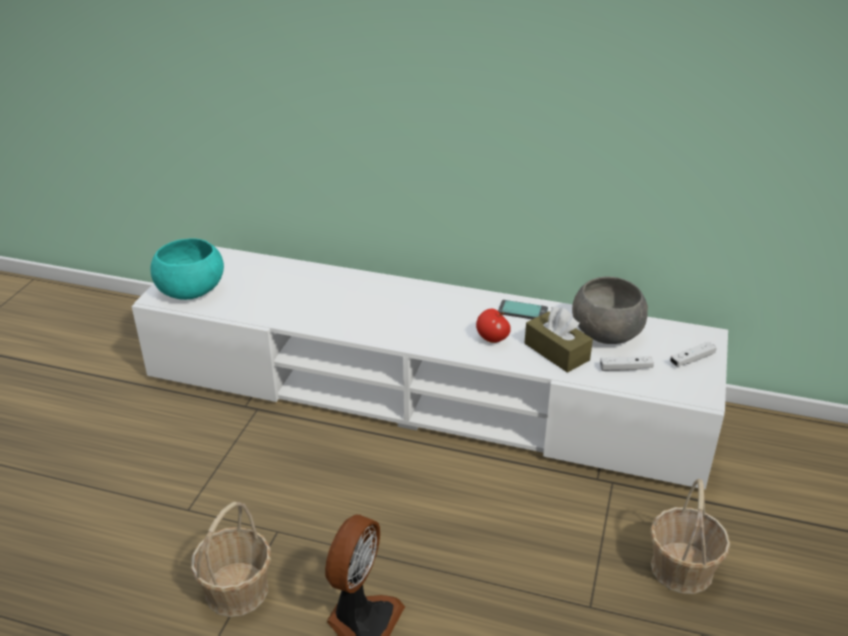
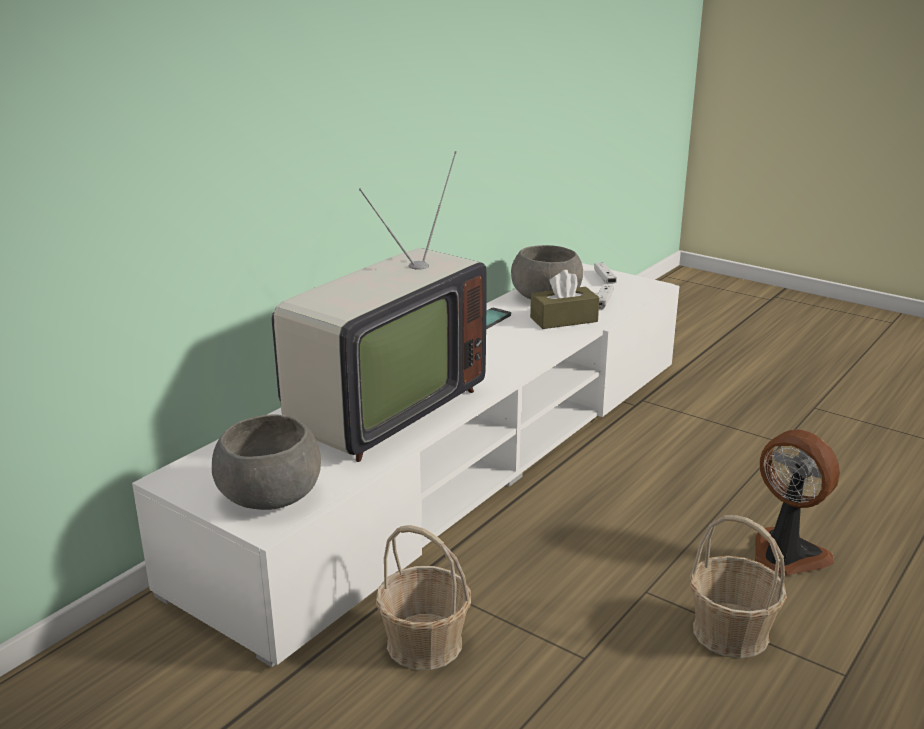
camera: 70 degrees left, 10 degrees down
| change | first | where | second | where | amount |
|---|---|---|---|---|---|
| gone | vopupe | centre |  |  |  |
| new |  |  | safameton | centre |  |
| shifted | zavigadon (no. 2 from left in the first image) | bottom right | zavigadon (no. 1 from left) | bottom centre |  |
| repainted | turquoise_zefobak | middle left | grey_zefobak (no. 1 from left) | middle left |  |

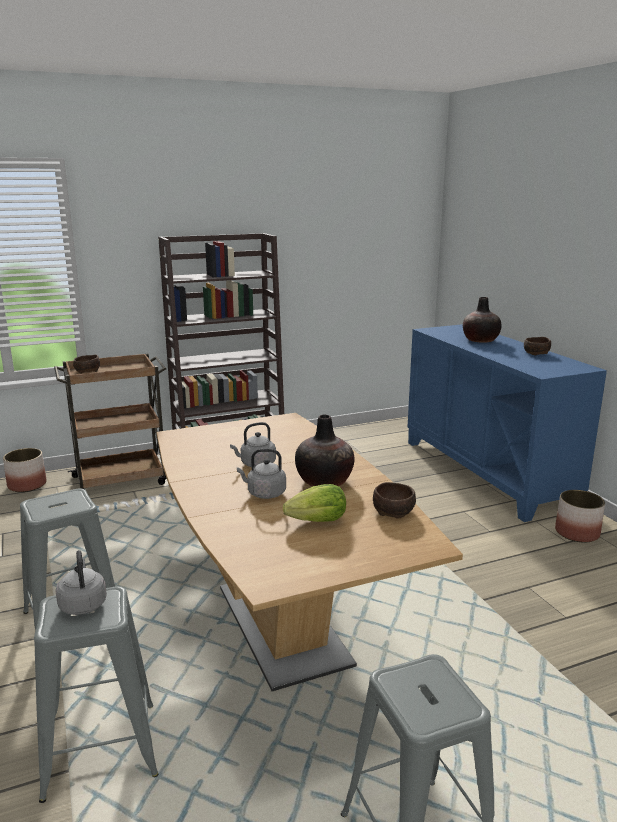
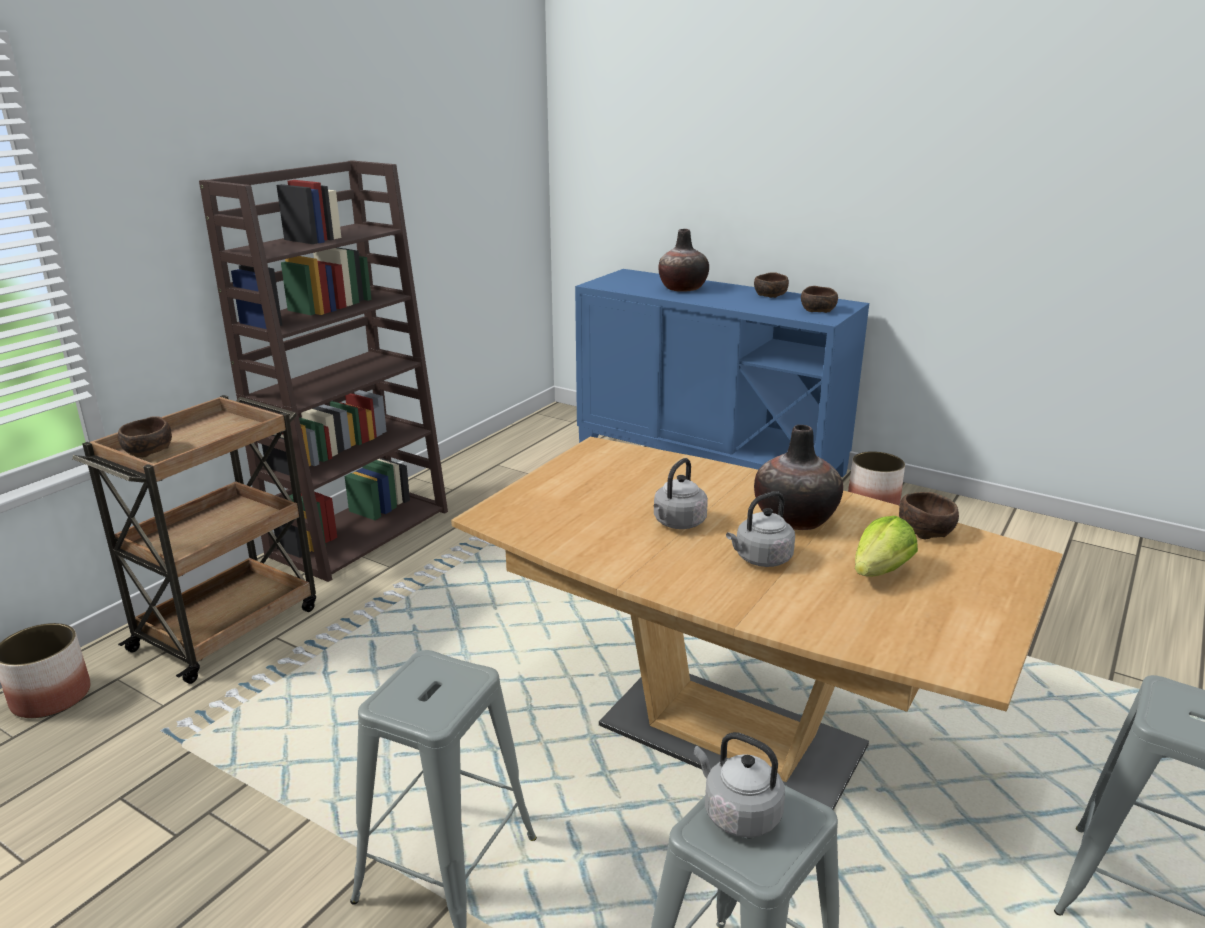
camera: 35 degrees left, 5 degrees up
| change | first | where | second | where | amount |
|---|---|---|---|---|---|
| new |  |  | brown_zefobak (no. 3 from left) | top right |  |

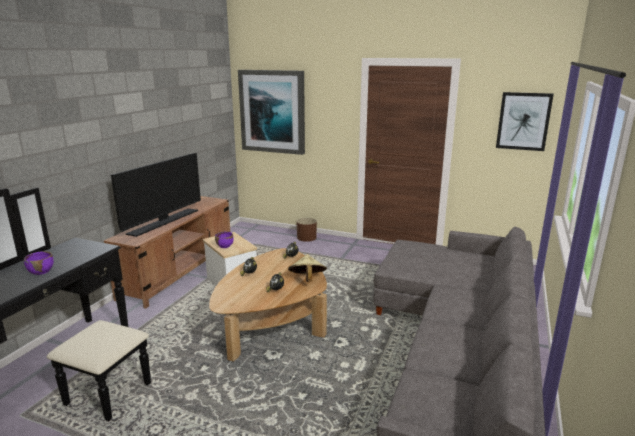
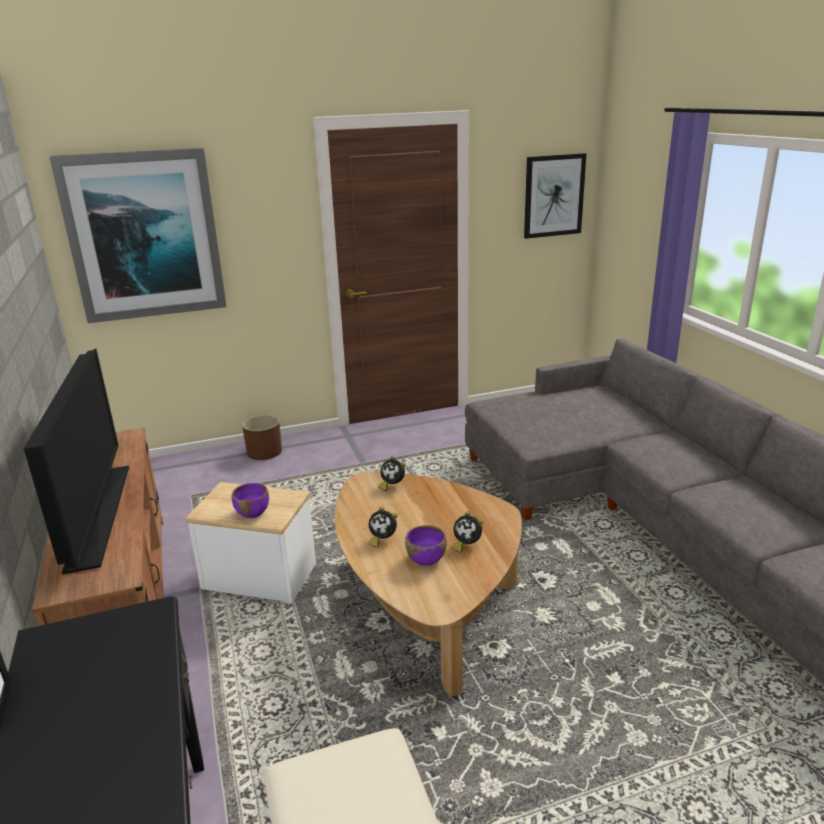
camera: 40 degrees left, 5 degrees up
| change | first | where | second | where | amount |
|---|---|---|---|---|---|
| gone | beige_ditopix | centre |  |  |  |
| shifted | purple_zefobak (no. 1 from left in the first image) | middle left | purple_zefobak (no. 2 from left) | centre |  |

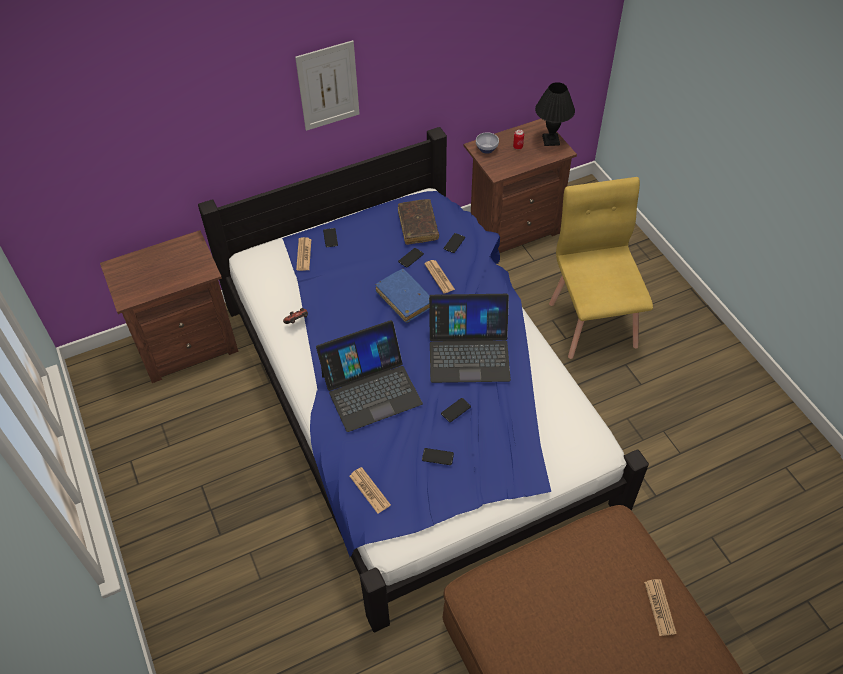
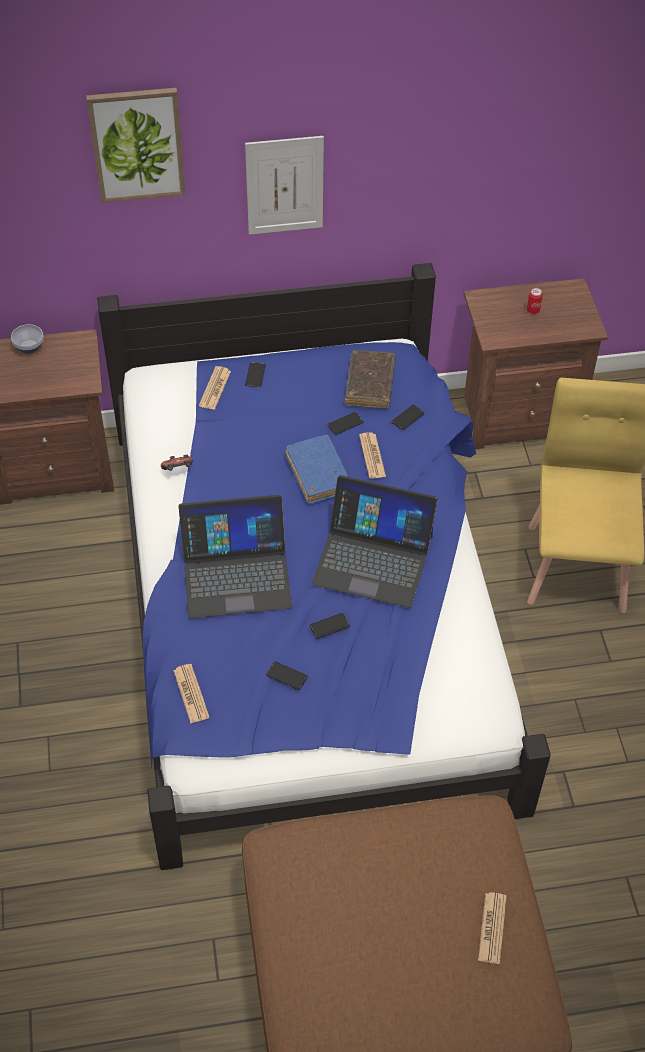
camera: 15 degrees right, 0 degrees up
| change | first | where | second | where | amount |
|---|---|---|---|---|---|
| gone | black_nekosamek | top centre |  |  |  |
| new |  |  | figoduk (no. 1 from left) | top left |  |
| shifted | zefobak | top centre |  | top left |  |

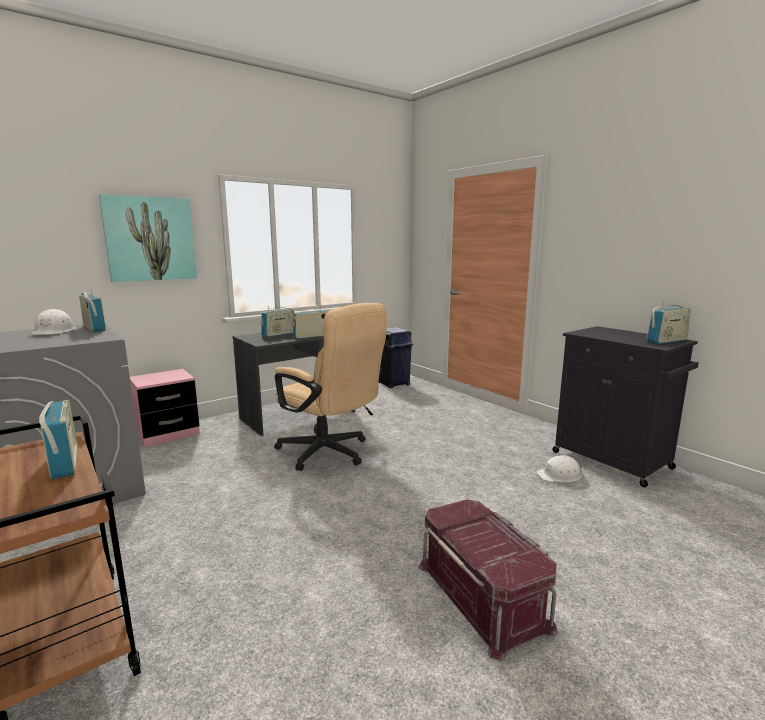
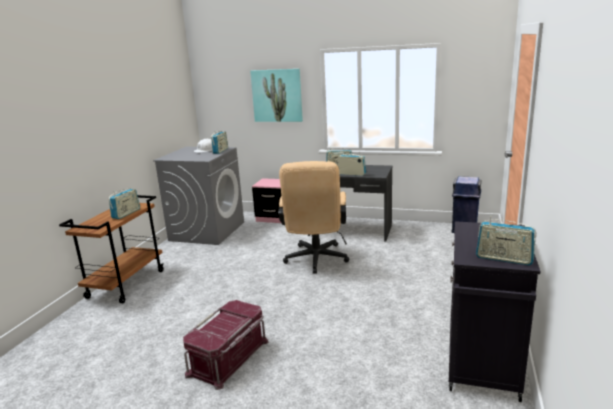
camera: 55 degrees right, 5 degrees up
| change | first | where | second | where | amount |
|---|---|---|---|---|---|
| gone | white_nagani (no. 2 from left) | middle right |  |  |  |

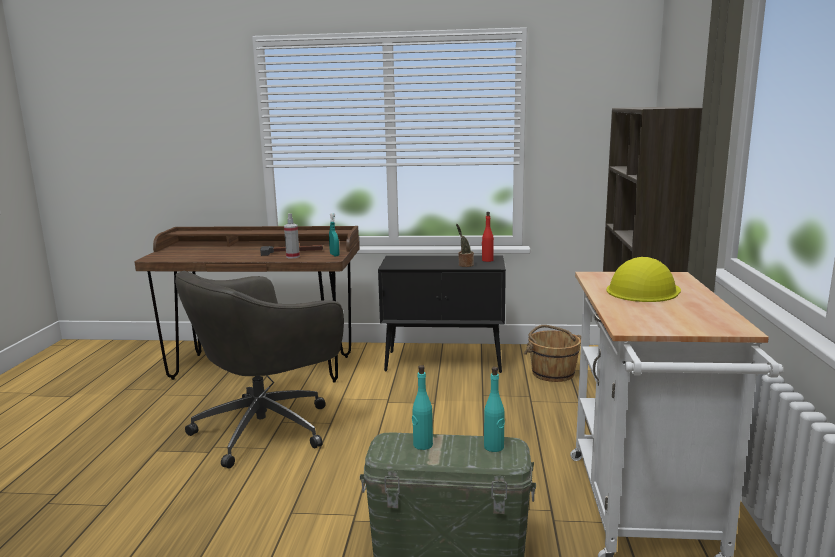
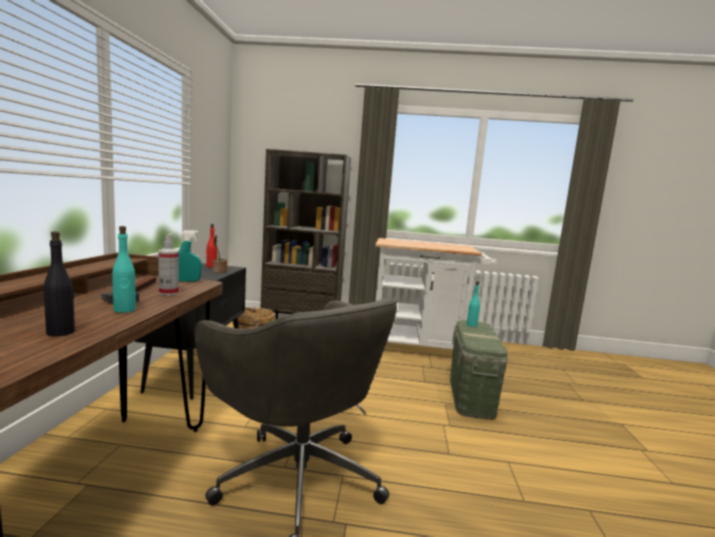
camera: 90 degrees left, 5 degrees down
| change | first | where | second | where | amount |
|---|---|---|---|---|---|
| gone | yellow_nagani | middle right |  |  |  |
| new |  |  | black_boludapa | middle left |  |
| shifted | turquoise_boludapa (no. 1 from left) | bottom centre |  | middle left |  |

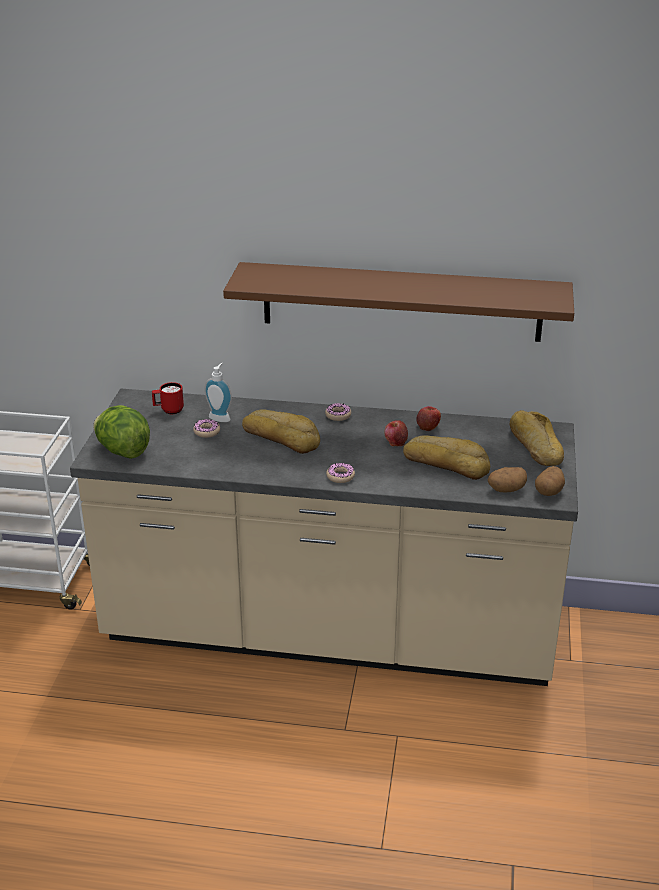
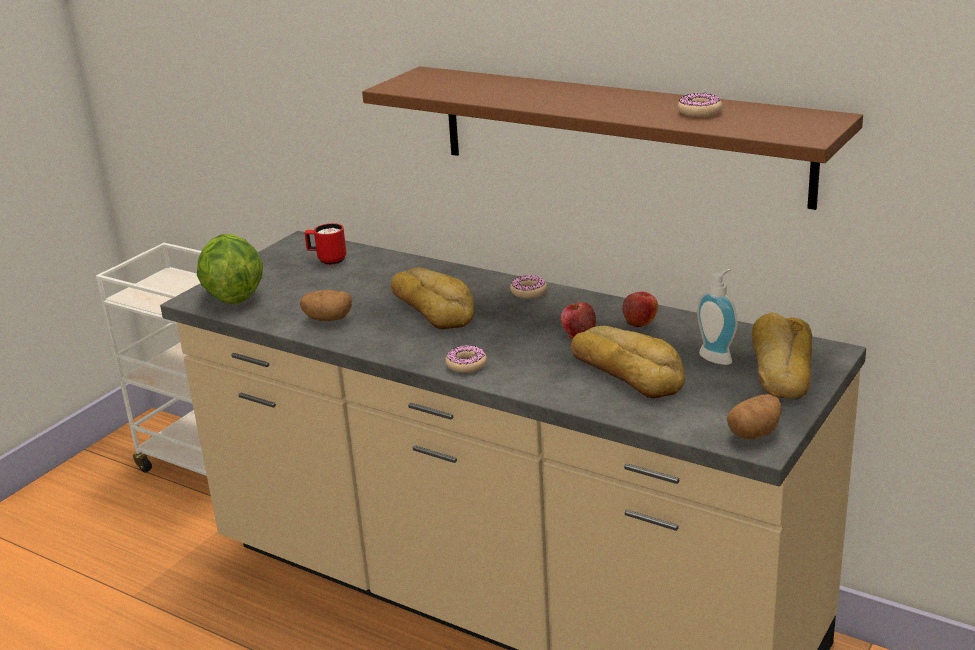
camera: 25 degrees right, 5 degrees down
| change | first | where | second | where | amount |
|---|---|---|---|---|---|
| shifted | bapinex (no. 1 from left in the first image) | middle left | bapinex (no. 3 from left) | top right |  |
| shifted | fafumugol | middle left |  | middle right |  |
| shifted | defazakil (no. 1 from left) | middle right |  | centre |  |

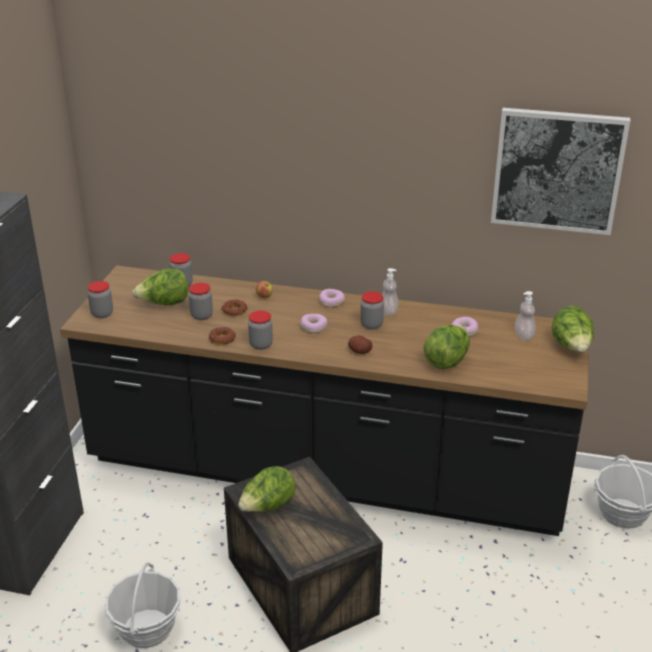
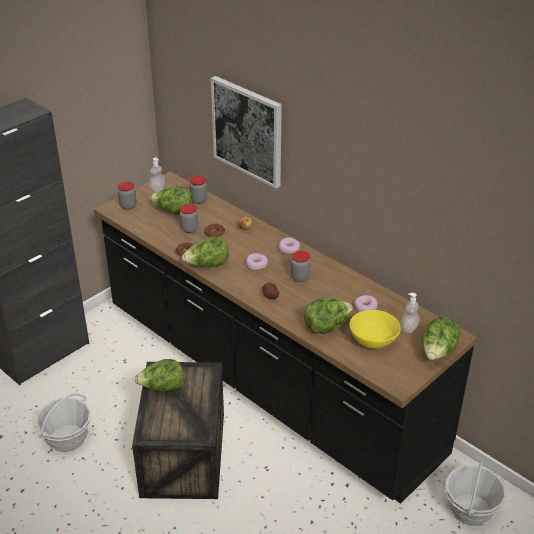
camera: 30 degrees right, 5 degrees up
| change | first | where | second | where | amount |
|---|---|---|---|---|---|
| new |  |  | yellow_zefobak | middle right |  |
| shifted | fafumugol (no. 1 from left) | centre |  | top left |  |
| shifted | figoduk | top right |  | top centre |  |
| swapped | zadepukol (no. 4 from left) | centre | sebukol (no. 3 from left) | centre |  |

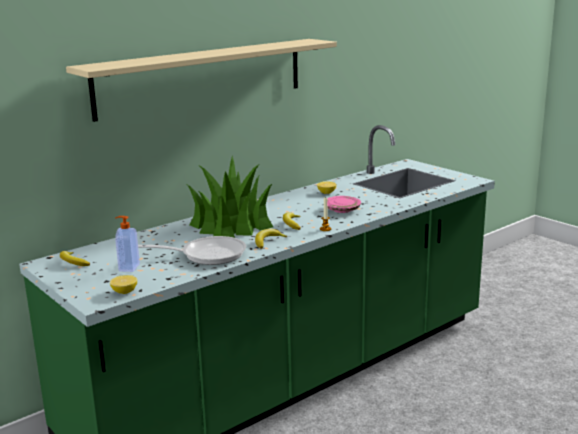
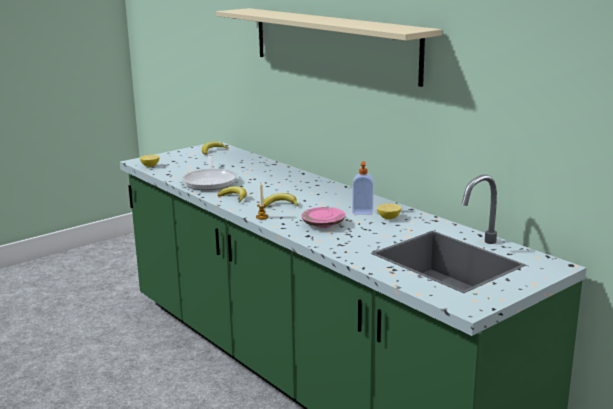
camera: 90 degrees right, 0 degrees up
| change | first | where | second | where | amount |
|---|---|---|---|---|---|
| gone | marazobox | centre |  |  |  |
| shifted | fafumugol | middle left |  | centre |  |

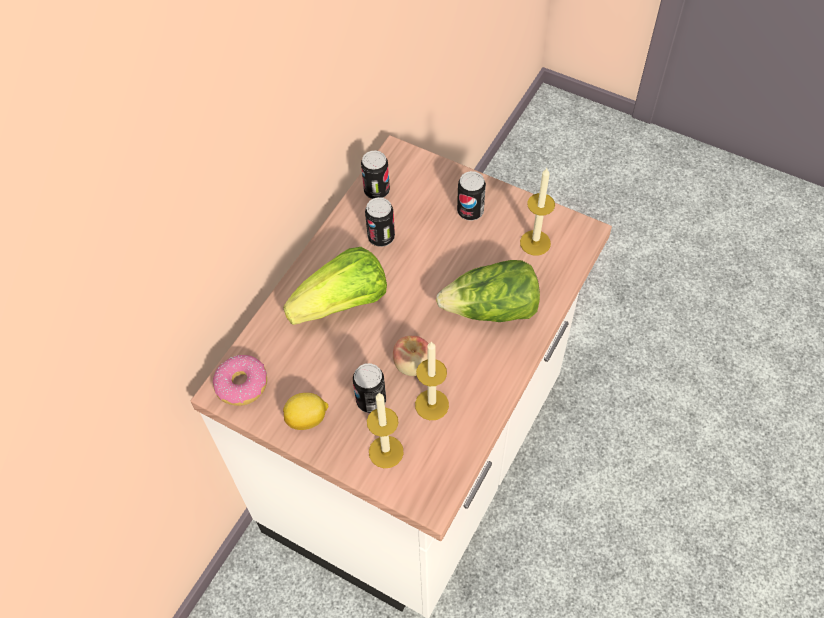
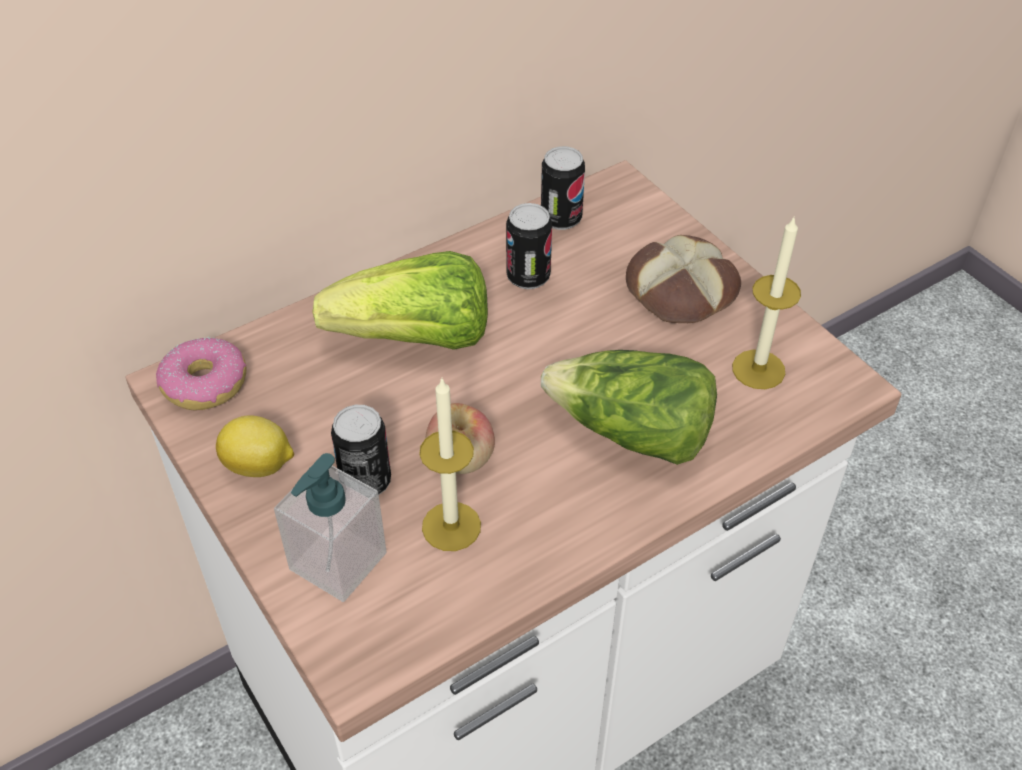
camera: 25 degrees right, 10 degrees down
| change | first | where | second | where | amount |
|---|---|---|---|---|---|
| swapped | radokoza (no. 1 from left) | bottom centre | fafumugol | bottom left |  |
| swapped | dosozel (no. 4 from left) | top centre | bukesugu | middle right |  |

